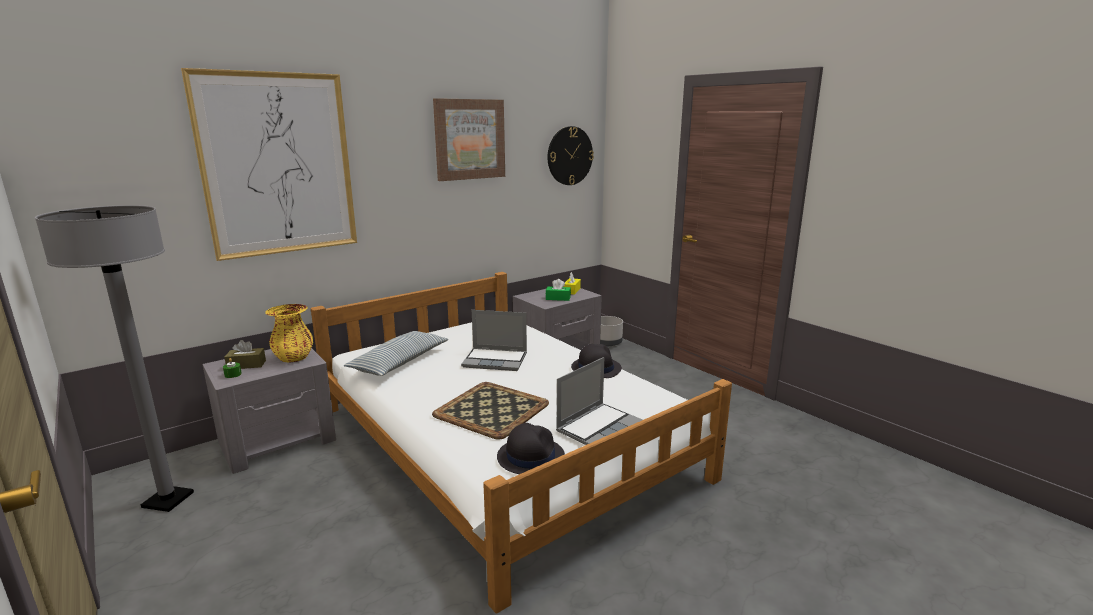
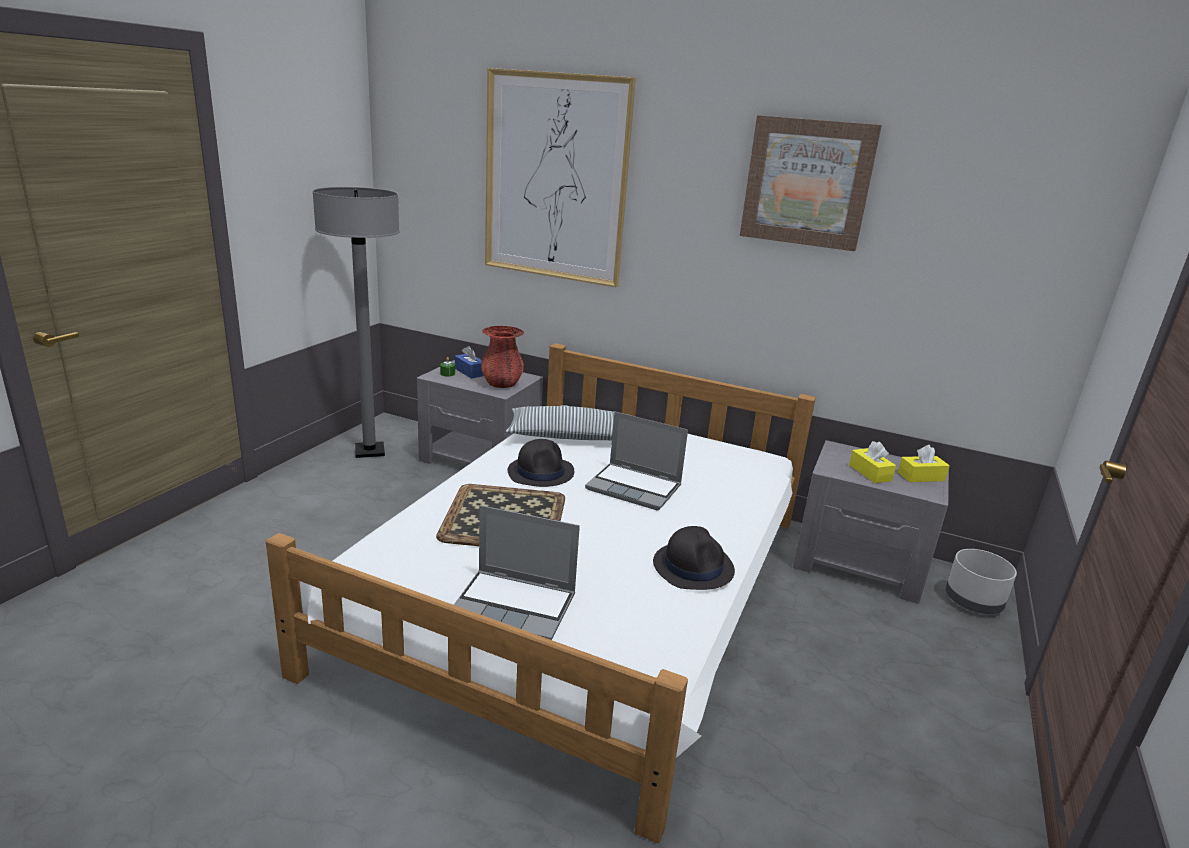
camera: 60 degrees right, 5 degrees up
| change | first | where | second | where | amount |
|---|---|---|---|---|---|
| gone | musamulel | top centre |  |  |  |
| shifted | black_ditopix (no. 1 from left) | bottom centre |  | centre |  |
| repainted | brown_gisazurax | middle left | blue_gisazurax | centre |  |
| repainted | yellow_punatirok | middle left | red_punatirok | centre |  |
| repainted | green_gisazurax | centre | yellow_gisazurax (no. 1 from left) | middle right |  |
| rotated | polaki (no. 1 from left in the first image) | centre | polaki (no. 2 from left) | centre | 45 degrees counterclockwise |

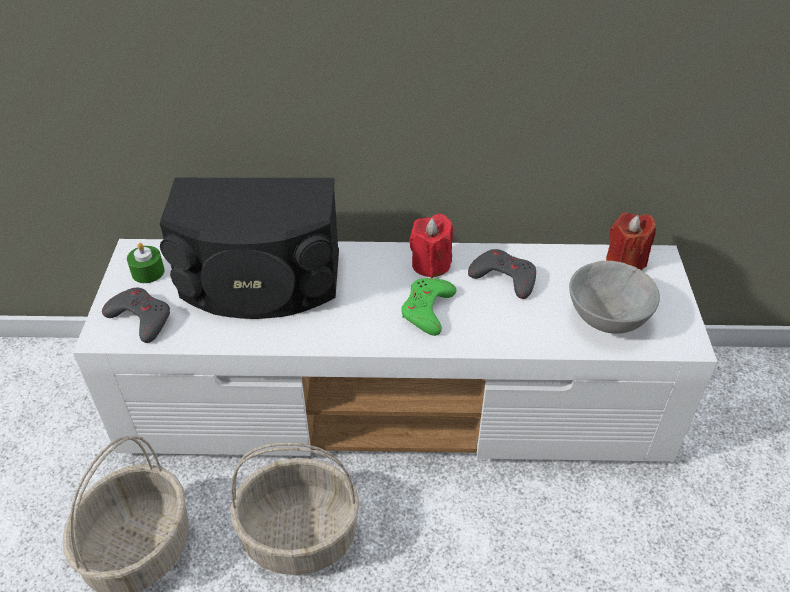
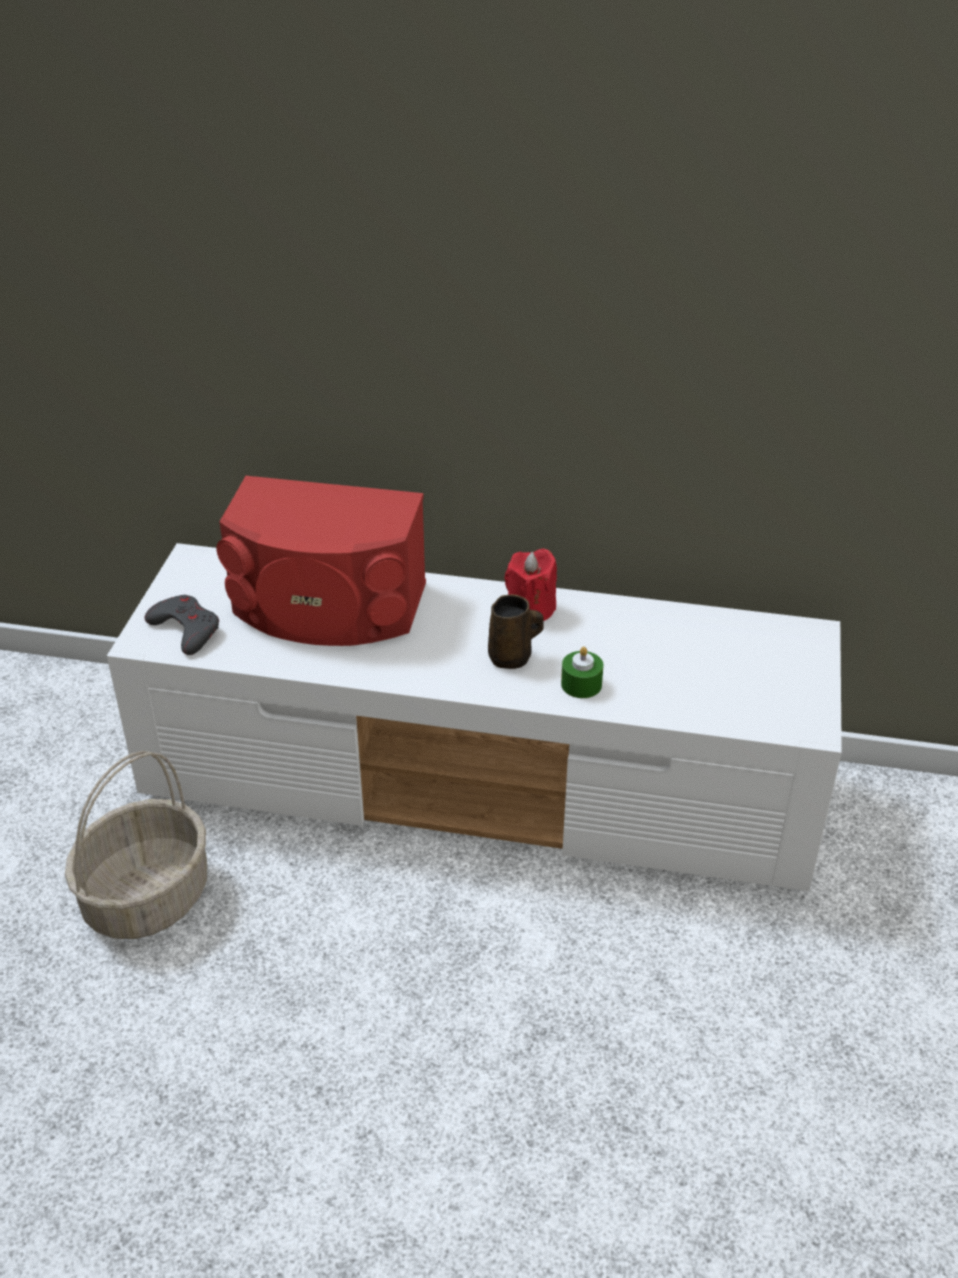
camera: 10 degrees right, 5 degrees down
| change | first | where | second | where | amount |
|---|---|---|---|---|---|
| gone | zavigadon (no. 2 from left) | bottom centre |  |  |  |
| gone | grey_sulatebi (no. 2 from left) | centre |  |  |  |
| gone | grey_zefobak | middle right |  |  |  |
| gone | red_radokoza (no. 2 from left) | middle right |  |  |  |
| shifted | green_radokoza | middle left |  | centre |  |
| swapped | green_sulatebi | centre | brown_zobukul | centre |  |
| repainted | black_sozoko | middle left | red_sozoko | centre |  |

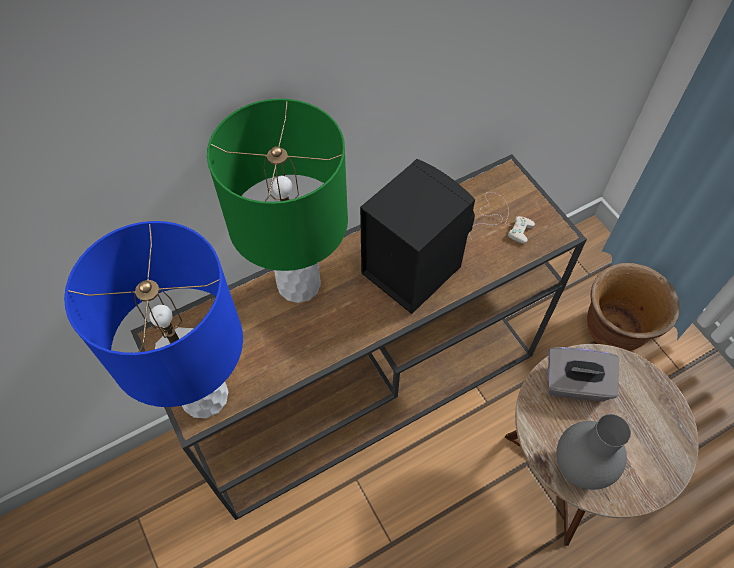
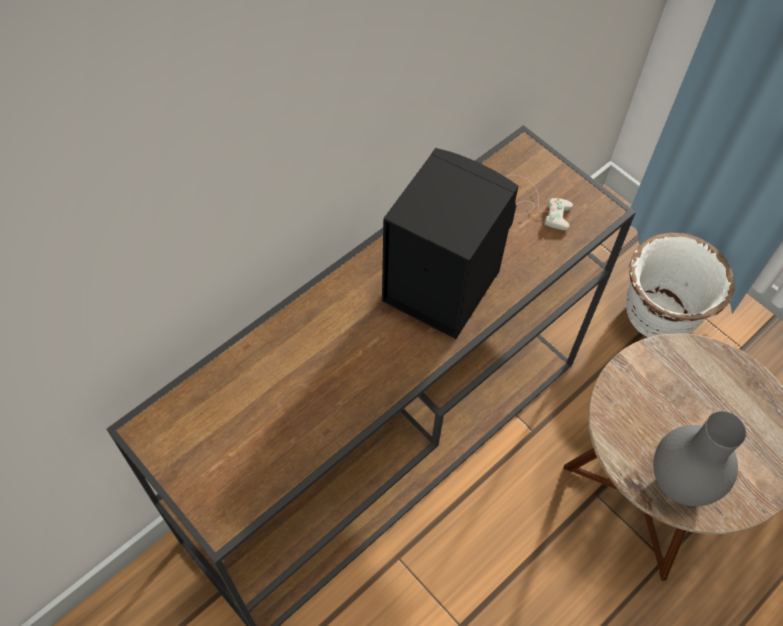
camera: 15 degrees left, 0 degrees up
| change | first | where | second | where | amount |
|---|---|---|---|---|---|
| gone | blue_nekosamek | middle left |  |  |  |
| gone | green_nekosamek | centre |  |  |  |
| gone | grey_gisazurax | middle right |  |  |  |
| repainted | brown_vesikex | middle right | white_vesikex | middle right |  |

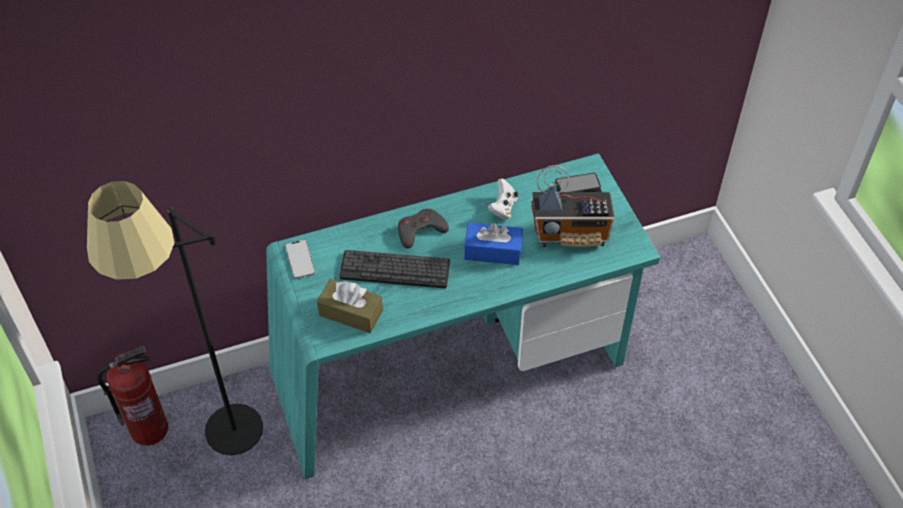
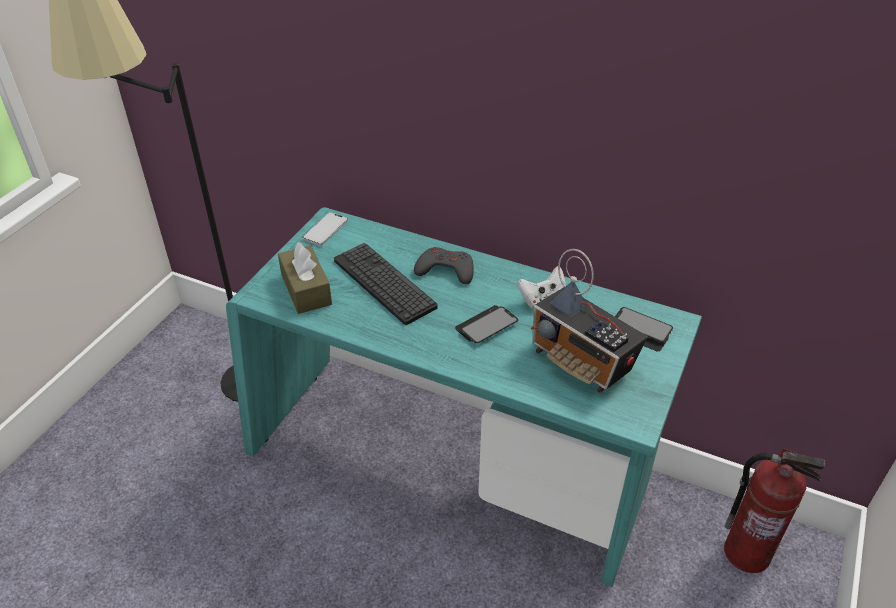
camera: 45 degrees right, 10 degrees down
| change | first | where | second | where | amount |
|---|---|---|---|---|---|
| shifted | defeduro | bottom left |  | bottom right |  |
| swapped | blue_gisazurax | centre | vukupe (no. 2 from left) | centre |  |

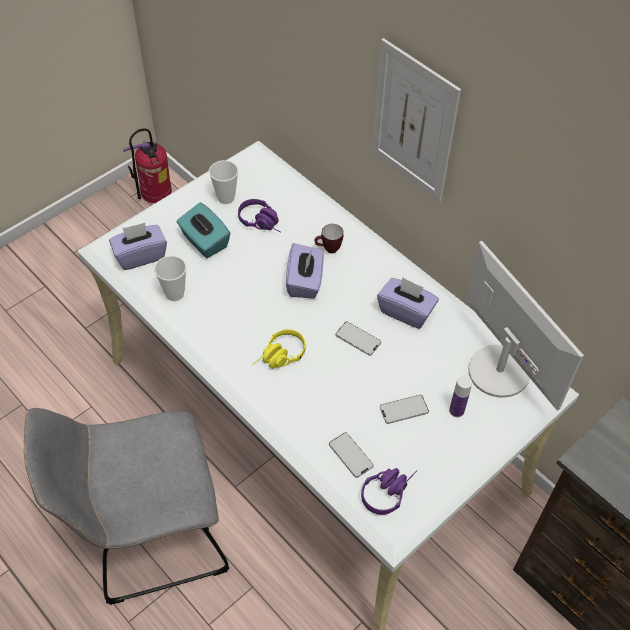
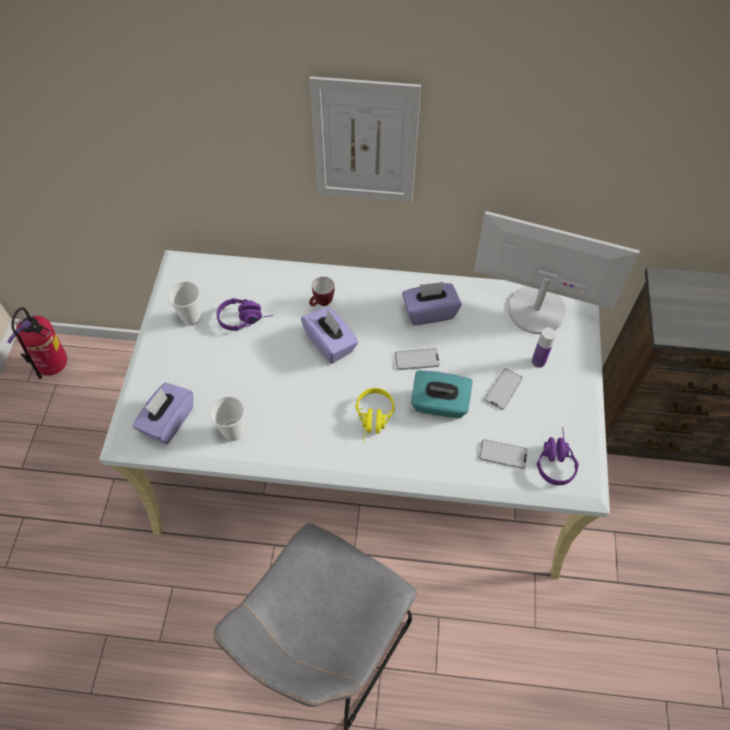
camera: 40 degrees left, 5 degrees up
| change | first | where | second | where | amount |
|---|---|---|---|---|---|
| shifted | turquoise_gisazurax | middle left |  | centre |  |

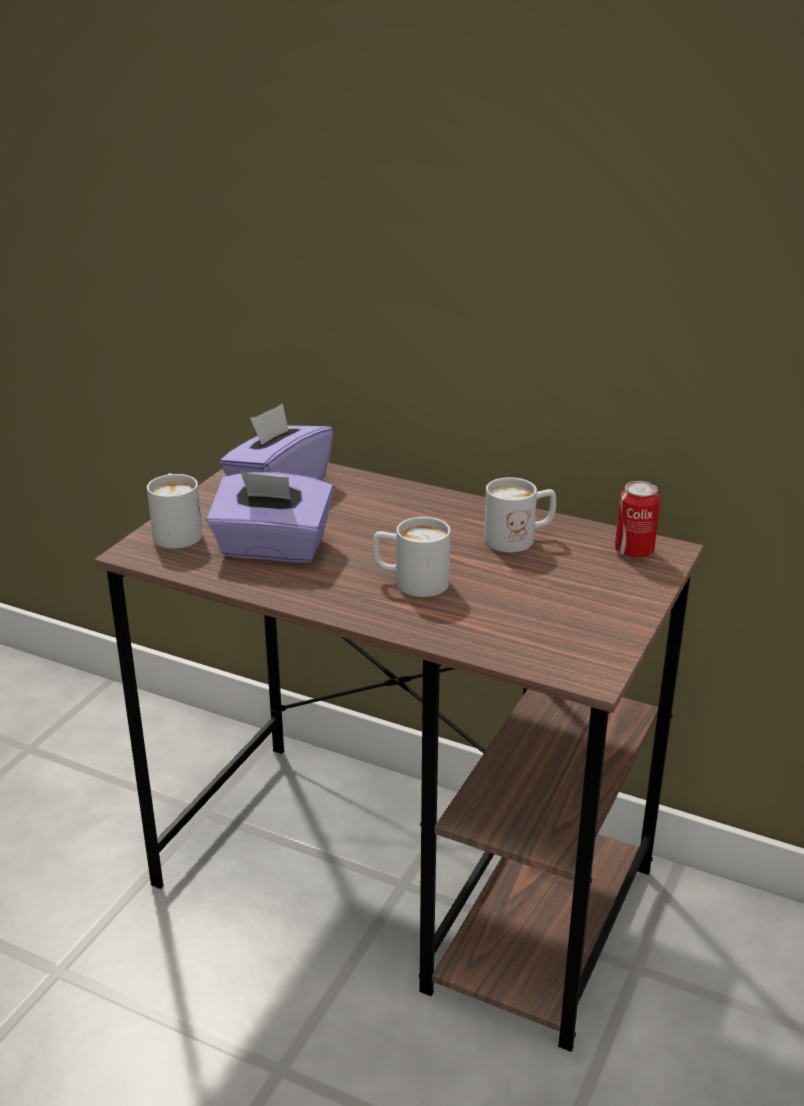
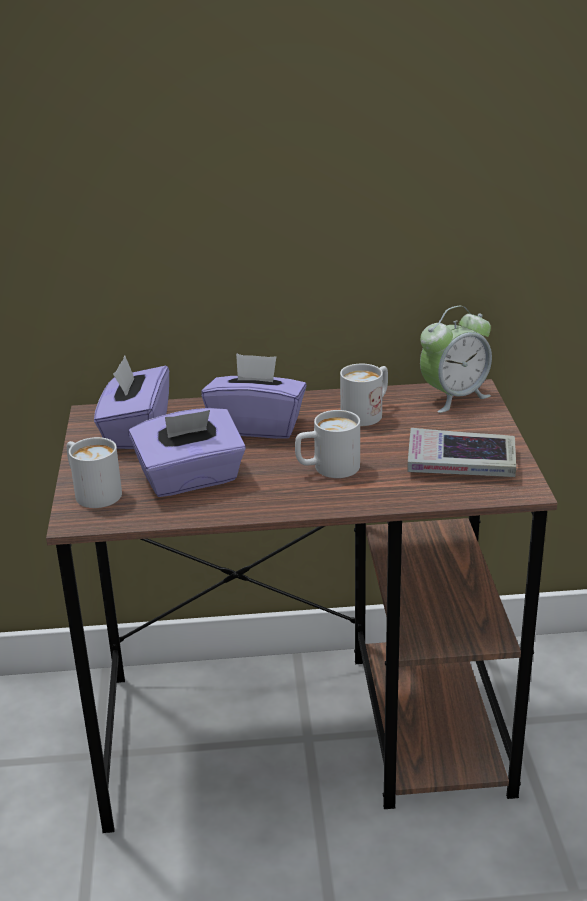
camera: 30 degrees left, 0 degrees up
| change | first | where | second | where | amount |
|---|---|---|---|---|---|
| new |  |  | purple_gisazurax (no. 3 from left) | centre |  |
| new |  |  | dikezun | middle right |  |
| swapped | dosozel | middle right | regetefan | middle right |  |

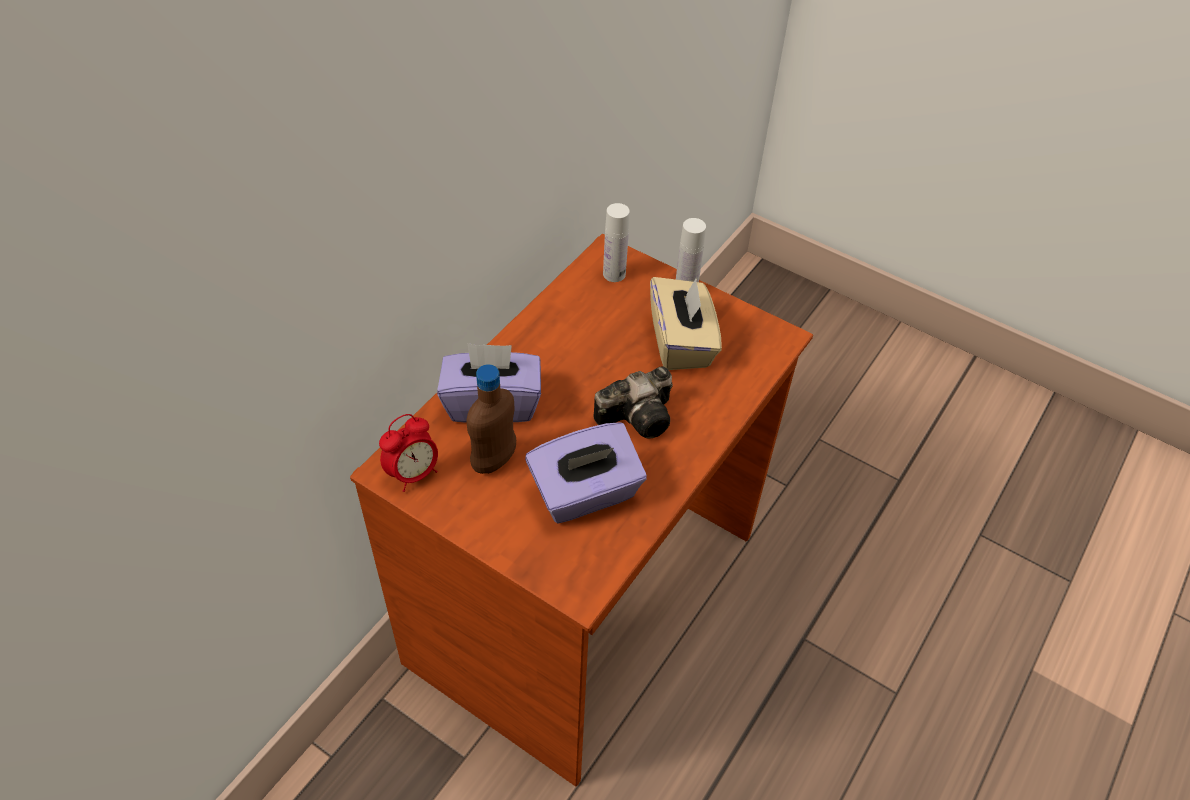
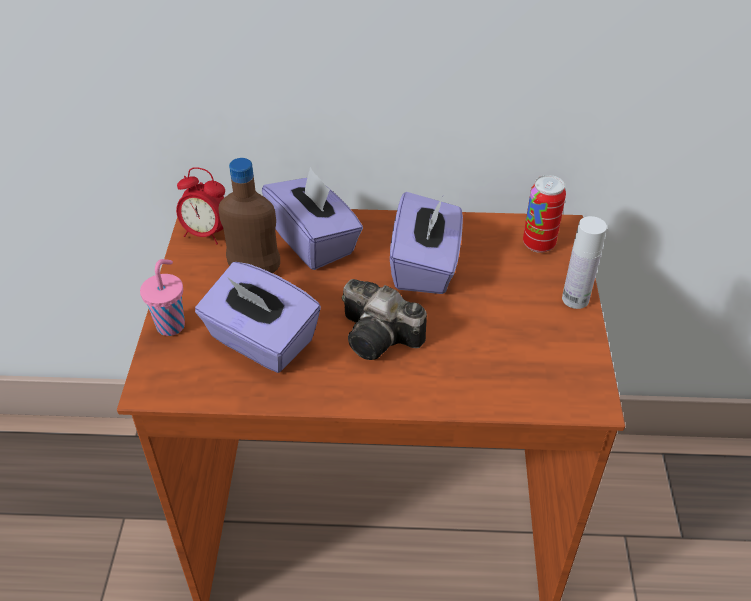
camera: 60 degrees right, 5 degrees down
| change | first | where | second | where | amount |
|---|---|---|---|---|---|
| gone | beige_gisazurax | centre |  |  |  |
| new |  |  | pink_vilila | middle left |  |
| new |  |  | purple_gisazurax (no. 3 from left) | centre |  |
| swapped | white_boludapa (no. 1 from left) | top centre | dosozel | middle right |  |

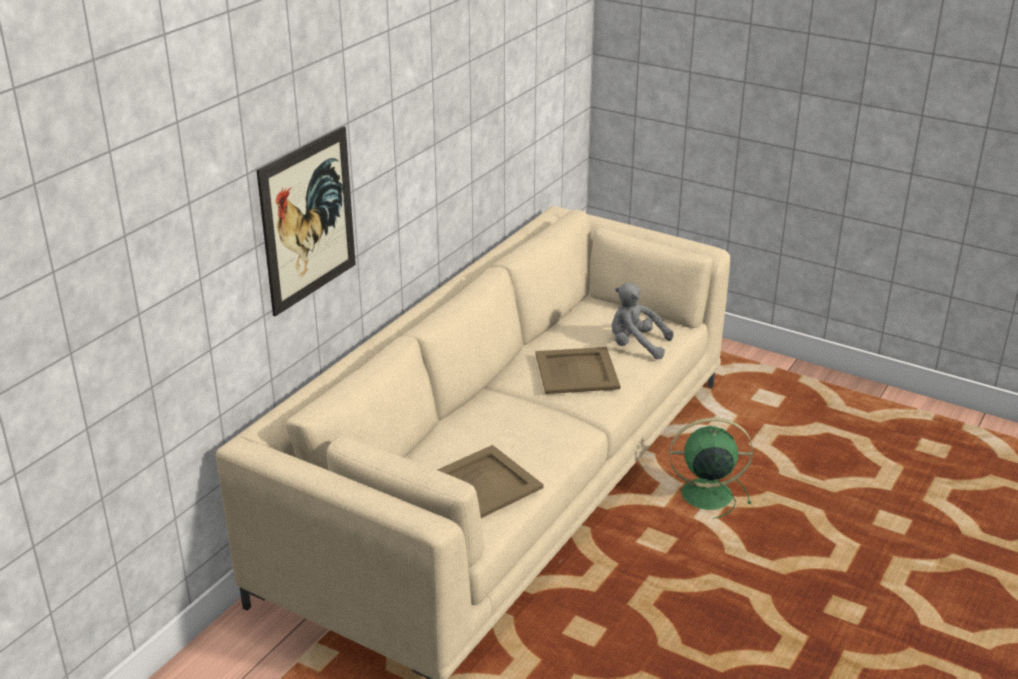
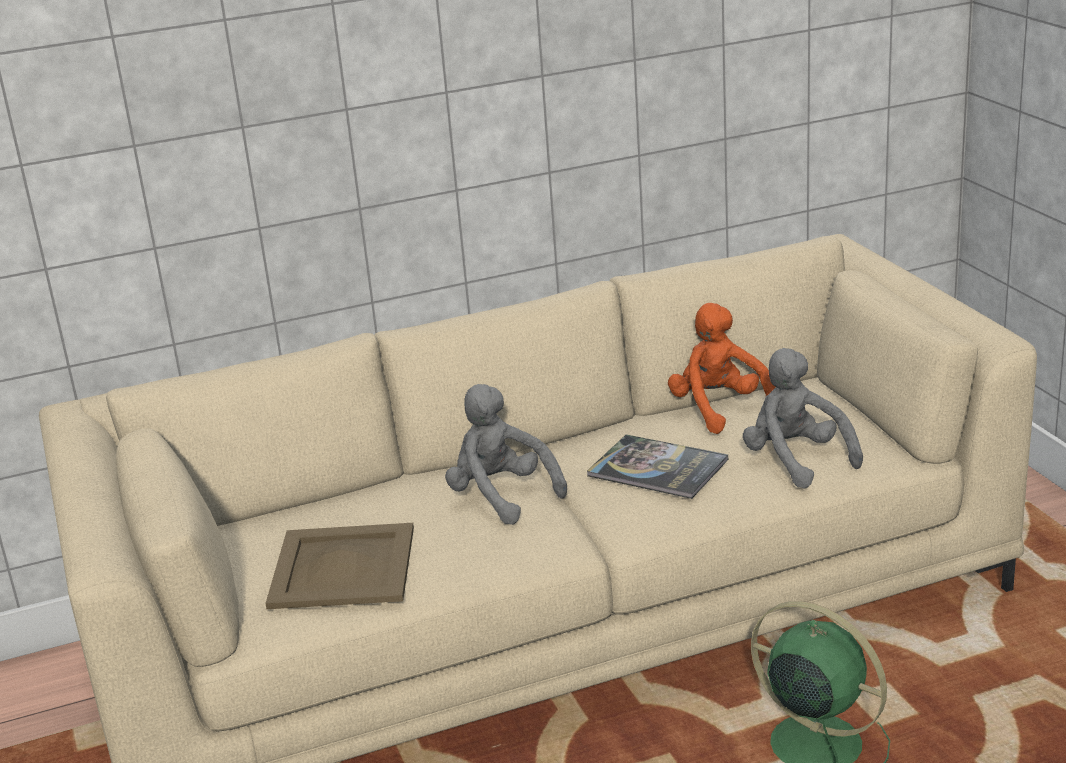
camera: 40 degrees right, 5 degrees down
| change | first | where | second | where | amount |
|---|---|---|---|---|---|
| gone | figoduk | top left |  |  |  |
| new |  |  | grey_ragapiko (no. 1 from left) | centre |  |
| new |  |  | orange_ragapiko | middle right |  |
| swapped | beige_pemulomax (no. 2 from left) | centre | dikezun | centre |  |

